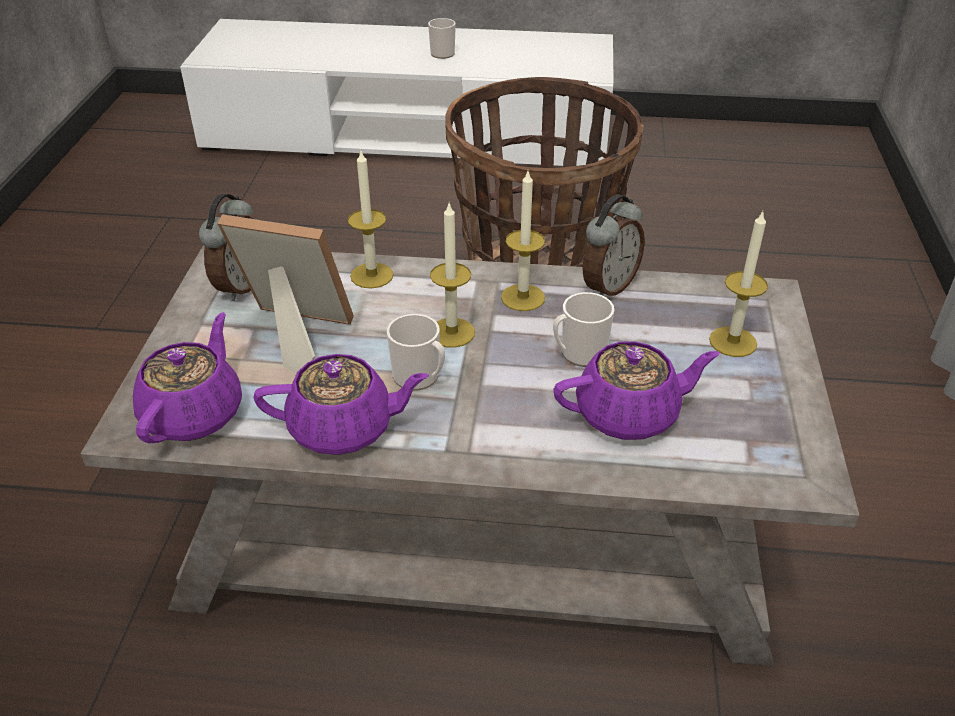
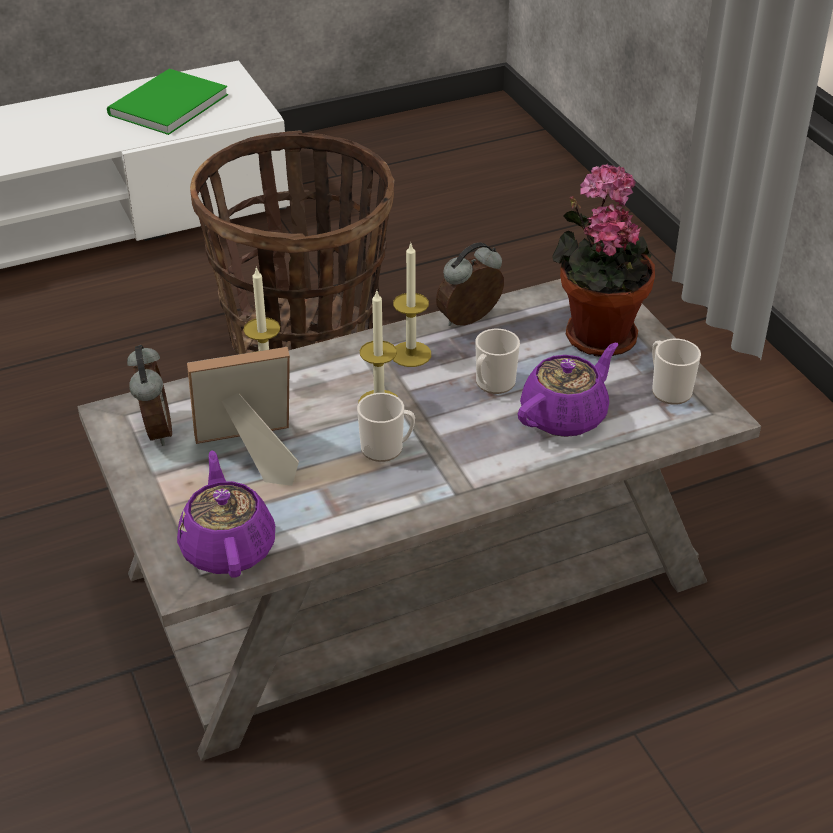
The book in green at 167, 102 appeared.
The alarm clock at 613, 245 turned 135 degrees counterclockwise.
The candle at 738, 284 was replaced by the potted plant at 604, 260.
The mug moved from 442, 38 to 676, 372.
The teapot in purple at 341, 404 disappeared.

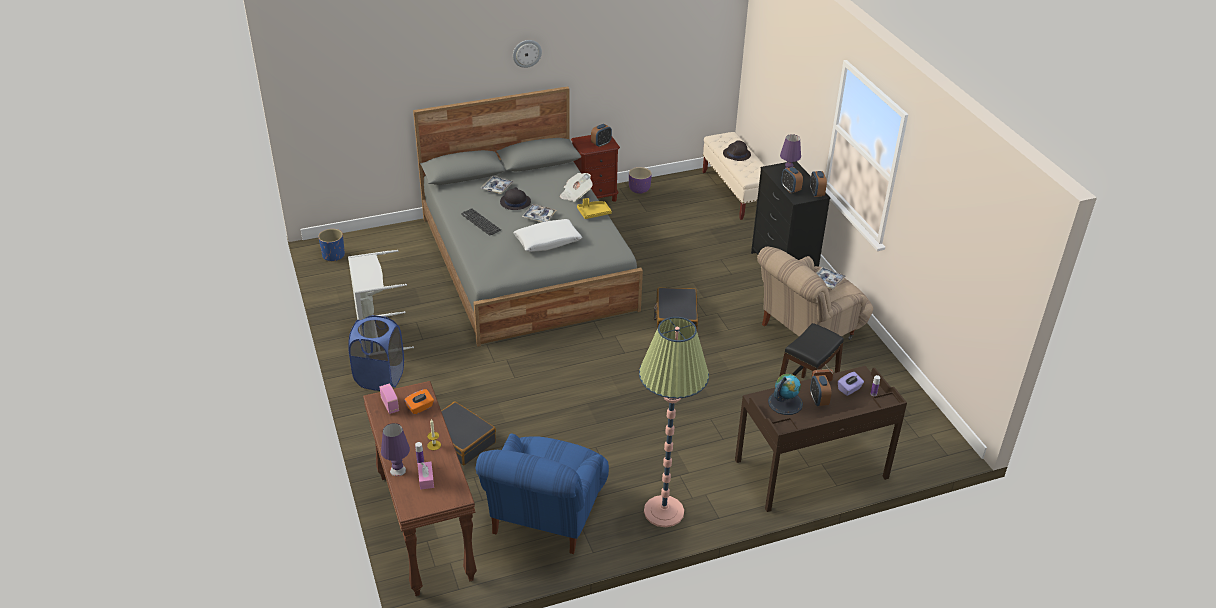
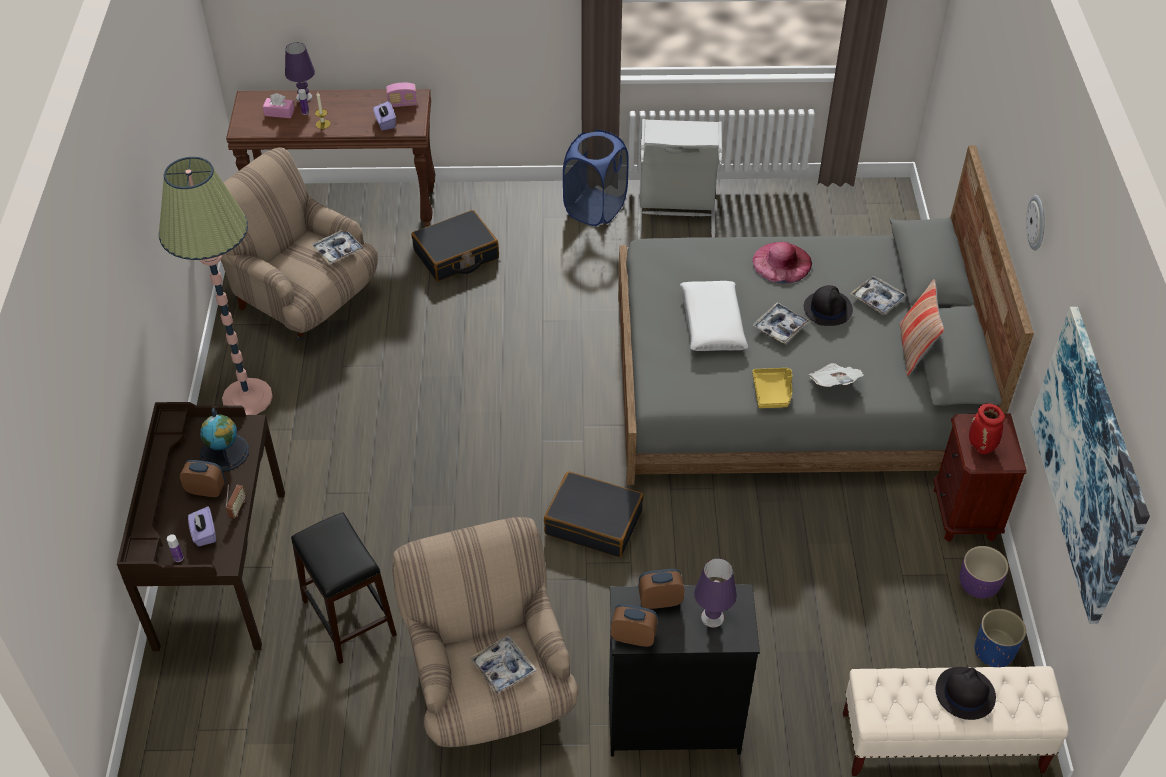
The armchair in blue at 542, 494 became the armchair in beige at 299, 244.
The tray at 338, 247 appeared.
The tissue box in orange at 419, 402 became the tissue box in purple at 384, 116.
The keyboard at 481, 222 was replaced by the hat in pink at 782, 263.
The pillow at 921, 327 appeared.
The alarm clock at 601, 135 was replaced by the vase in red at 987, 428.
The planter in blue moved from 331, 245 to 1000, 638.
The picture at 1090, 465 appeared.

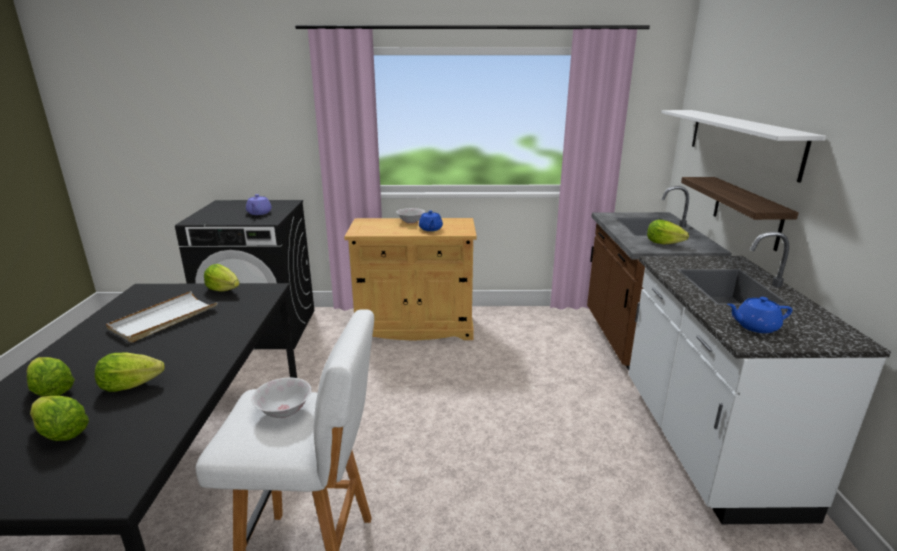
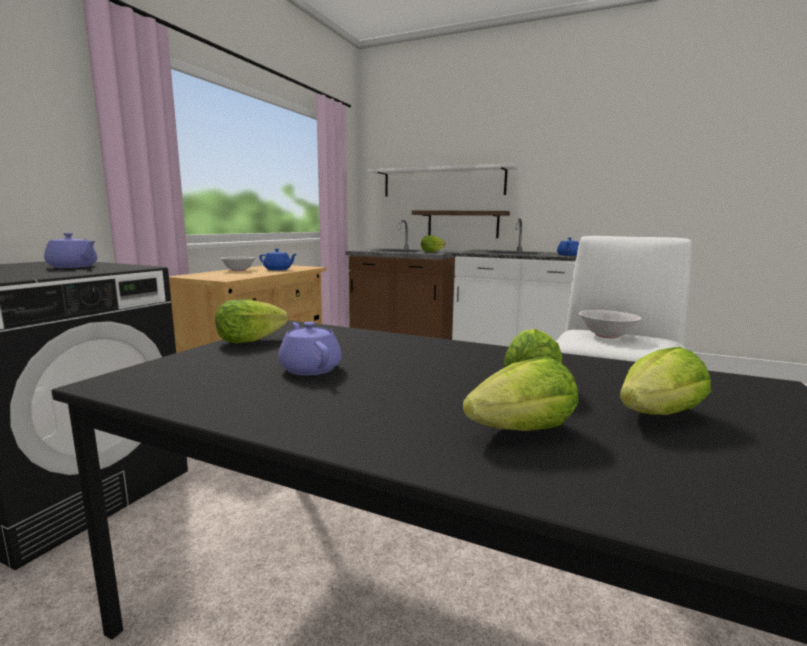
The tray in white at 162, 317 was replaced by the teapot in purple at 310, 348.

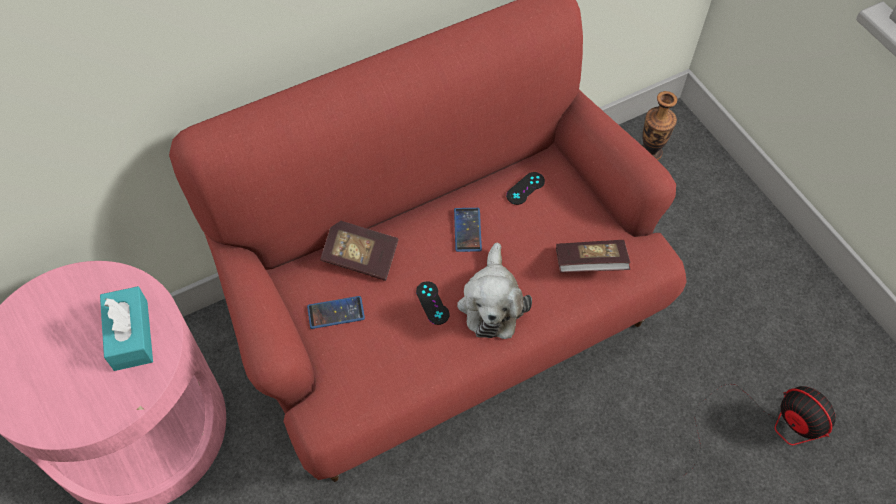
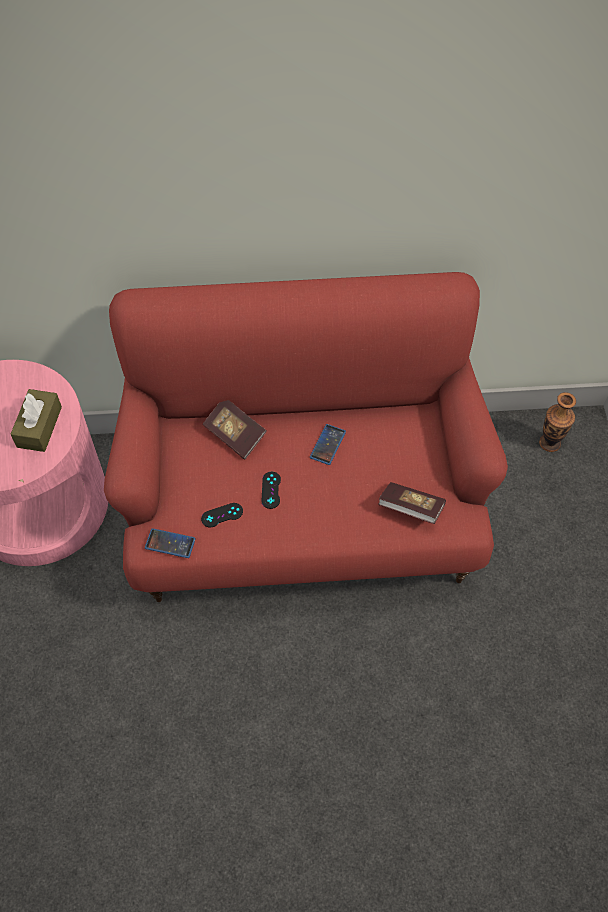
The tissue box in turquoise at 126, 328 became the tissue box in brown at 36, 420.
The phone moved from 336, 312 to 170, 543.
The game controller in black moved from 525, 188 to 222, 515.
The plush toy at 494, 290 disappeared.
The fan at 759, 430 disappeared.

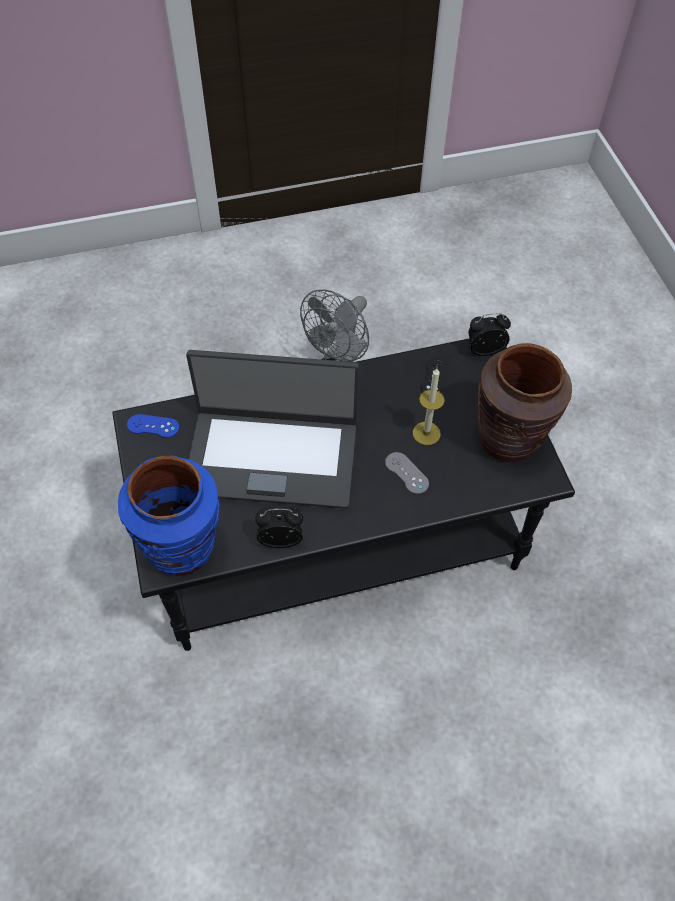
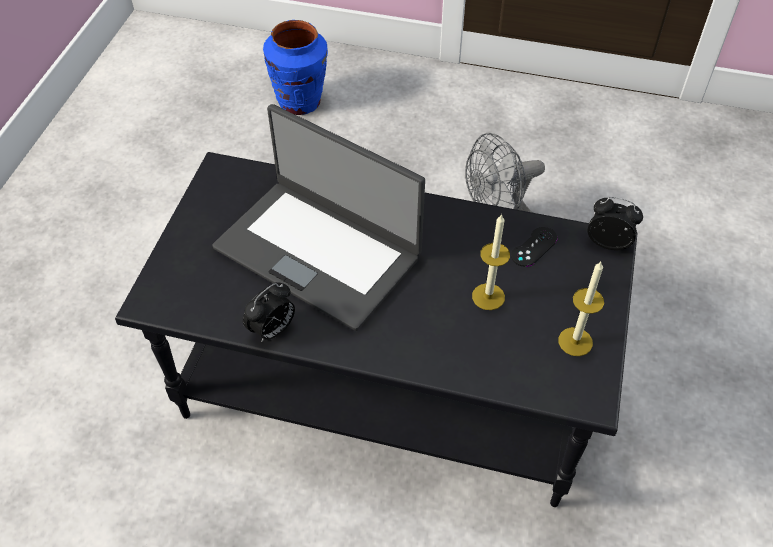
The alarm clock at 279, 528 turned 105 degrees clockwise.
The vase in blue moved from 168, 516 to 295, 67.
The vase in brown at 525, 402 was replaced by the candle at 581, 309.
The game controller in blue at 153, 426 disappeared.
The game controller in grey at 407, 473 disappeared.

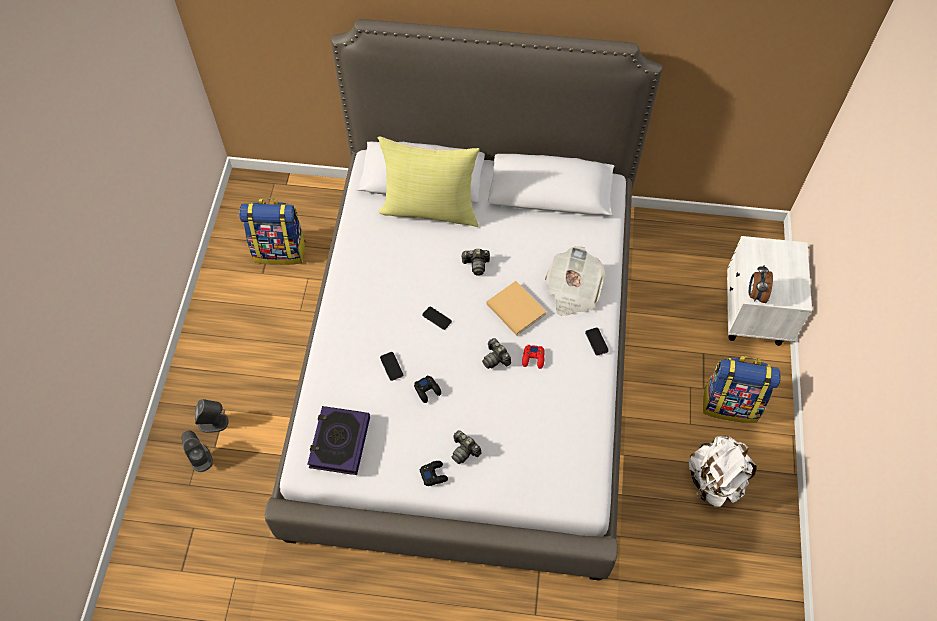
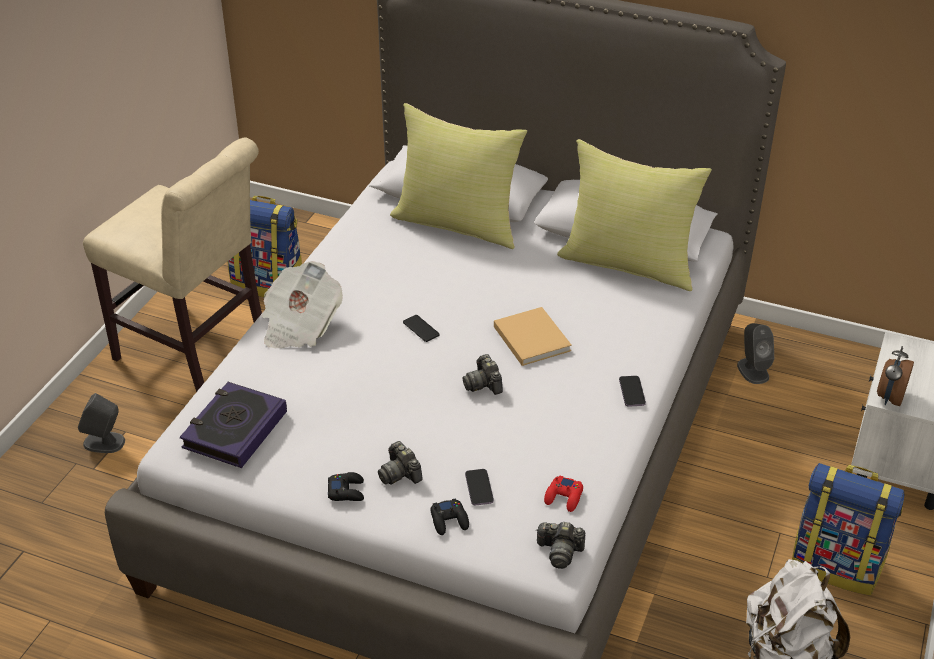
The chair in beige at 172, 264 appeared.
The newspaper moved from 575, 281 to 302, 304.
The game controller in black moved from 427, 389 to 450, 516.
The phone moved from 391, 366 to 479, 487.
The photo camera moved from 475, 262 to 560, 545.
The game controller in red moved from 533, 357 to 563, 494.
The pillow in yellow at 634, 215 appeared.
The speaker in grey moved from 197, 451 to 755, 353.

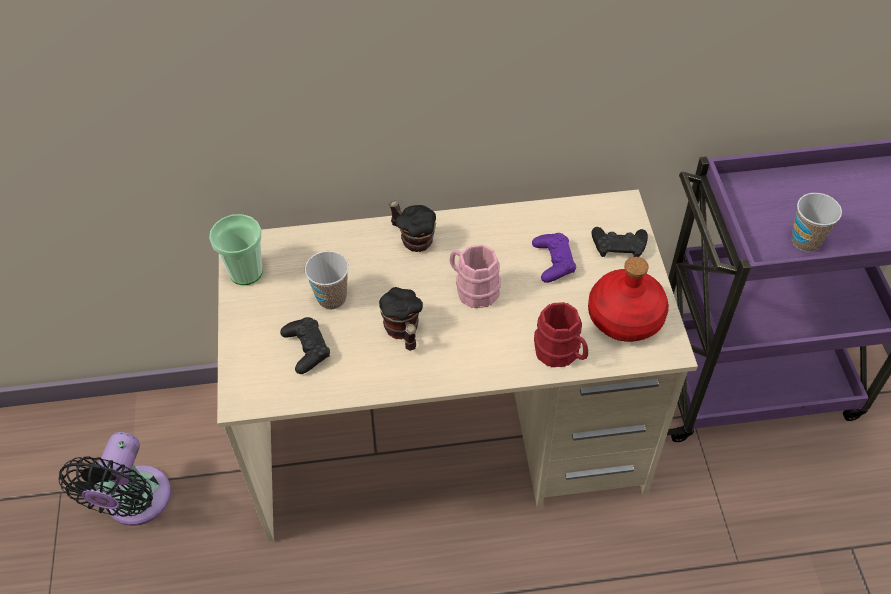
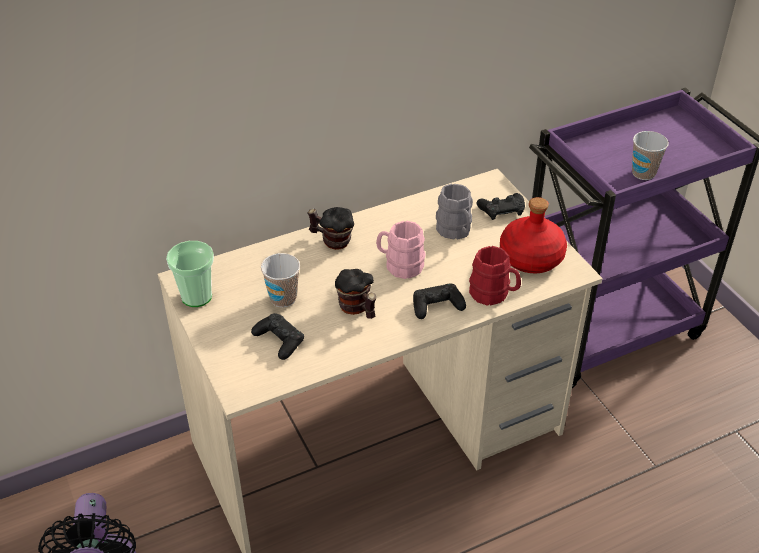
The game controller in black at 439, 301 appeared.
The game controller in purple at 554, 258 was replaced by the mug in grey at 454, 212.

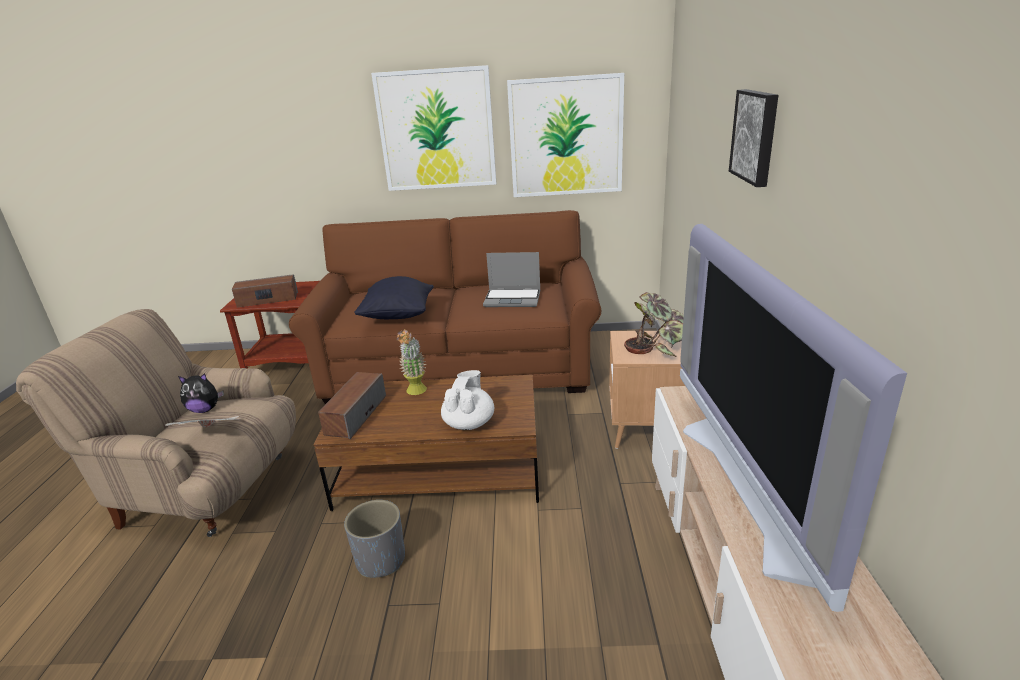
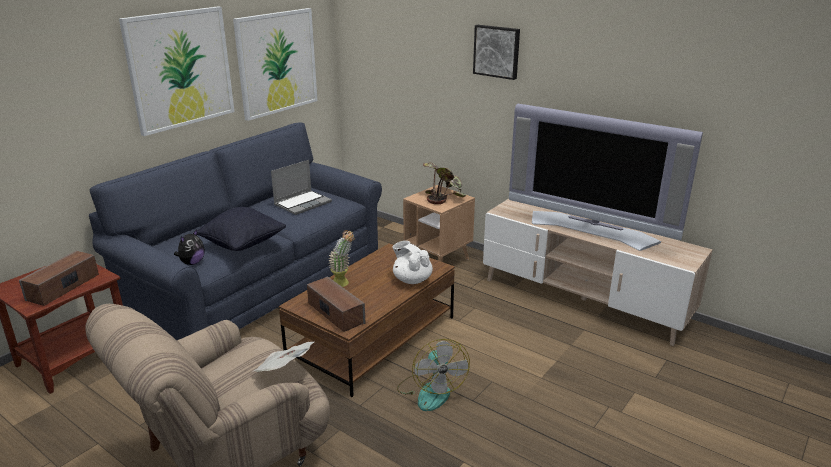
The sofa in brown at 445, 307 became the sofa in blue at 235, 231.
The plush toy moved from 201, 393 to 189, 247.
The planter in grey at 374, 539 was replaced by the fan at 433, 375.

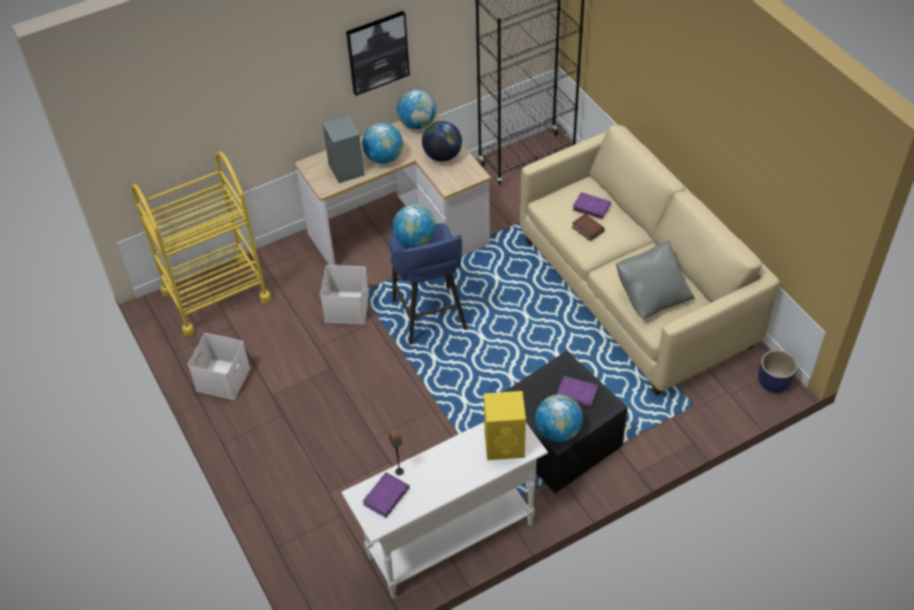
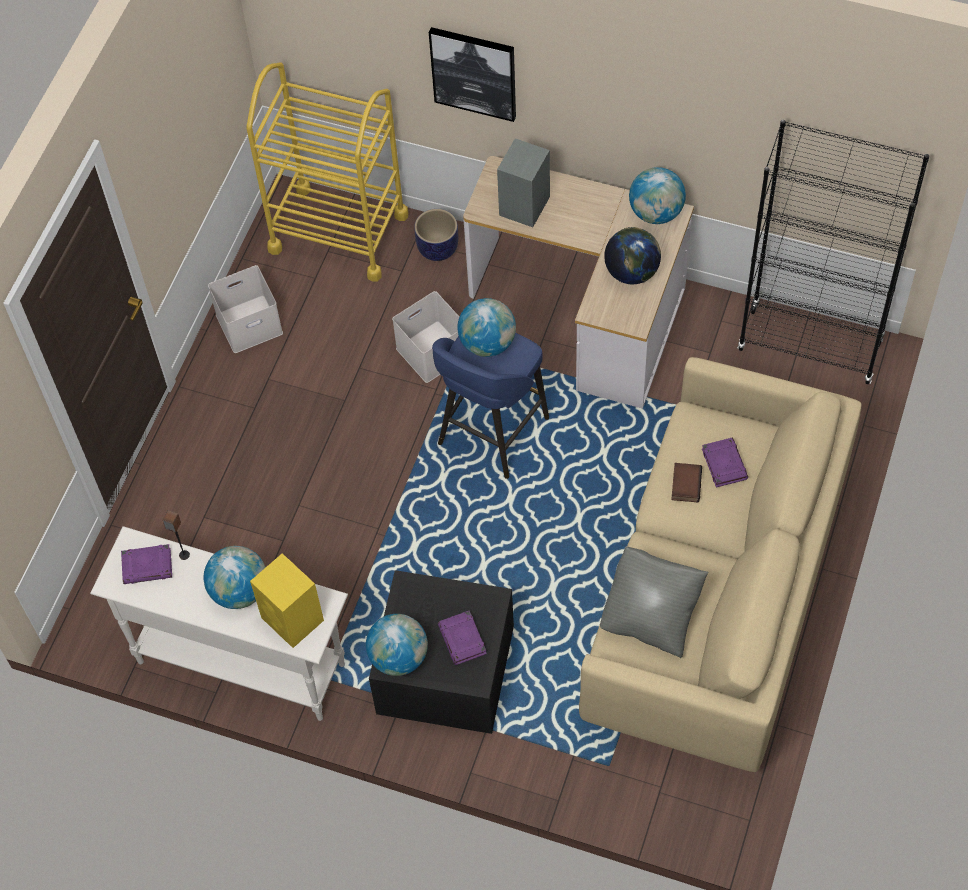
The globe moved from 382, 143 to 235, 577.
The planter moved from 778, 371 to 436, 235.
The picture moved from 378, 53 to 472, 74.

